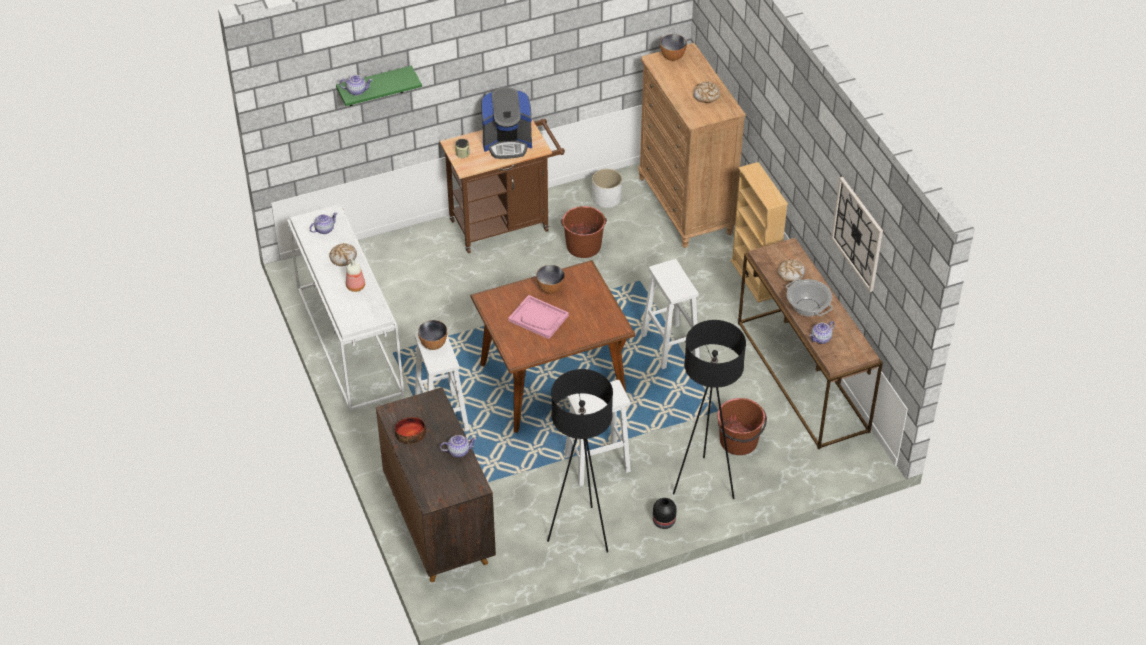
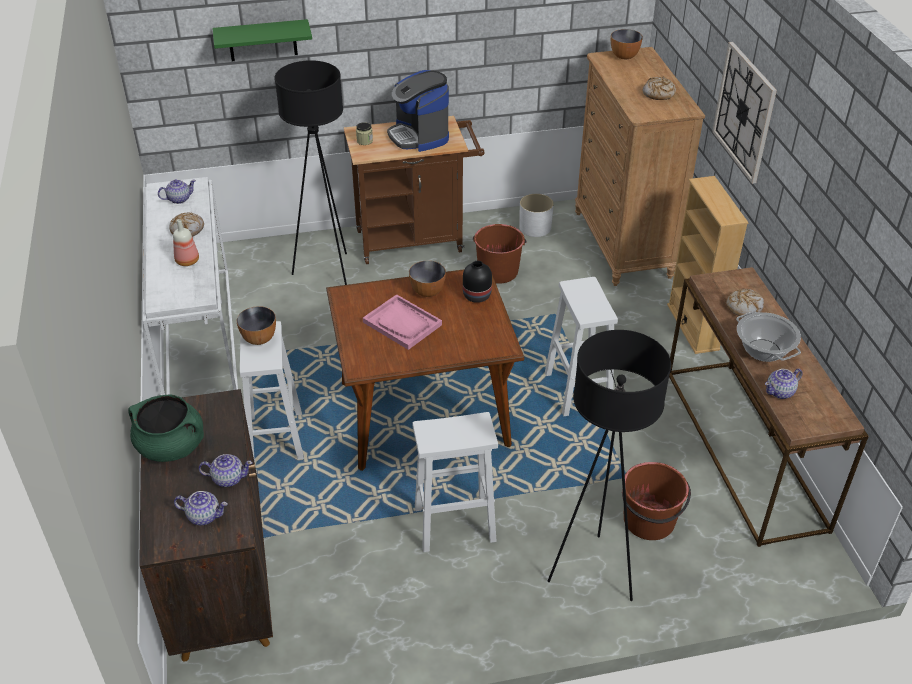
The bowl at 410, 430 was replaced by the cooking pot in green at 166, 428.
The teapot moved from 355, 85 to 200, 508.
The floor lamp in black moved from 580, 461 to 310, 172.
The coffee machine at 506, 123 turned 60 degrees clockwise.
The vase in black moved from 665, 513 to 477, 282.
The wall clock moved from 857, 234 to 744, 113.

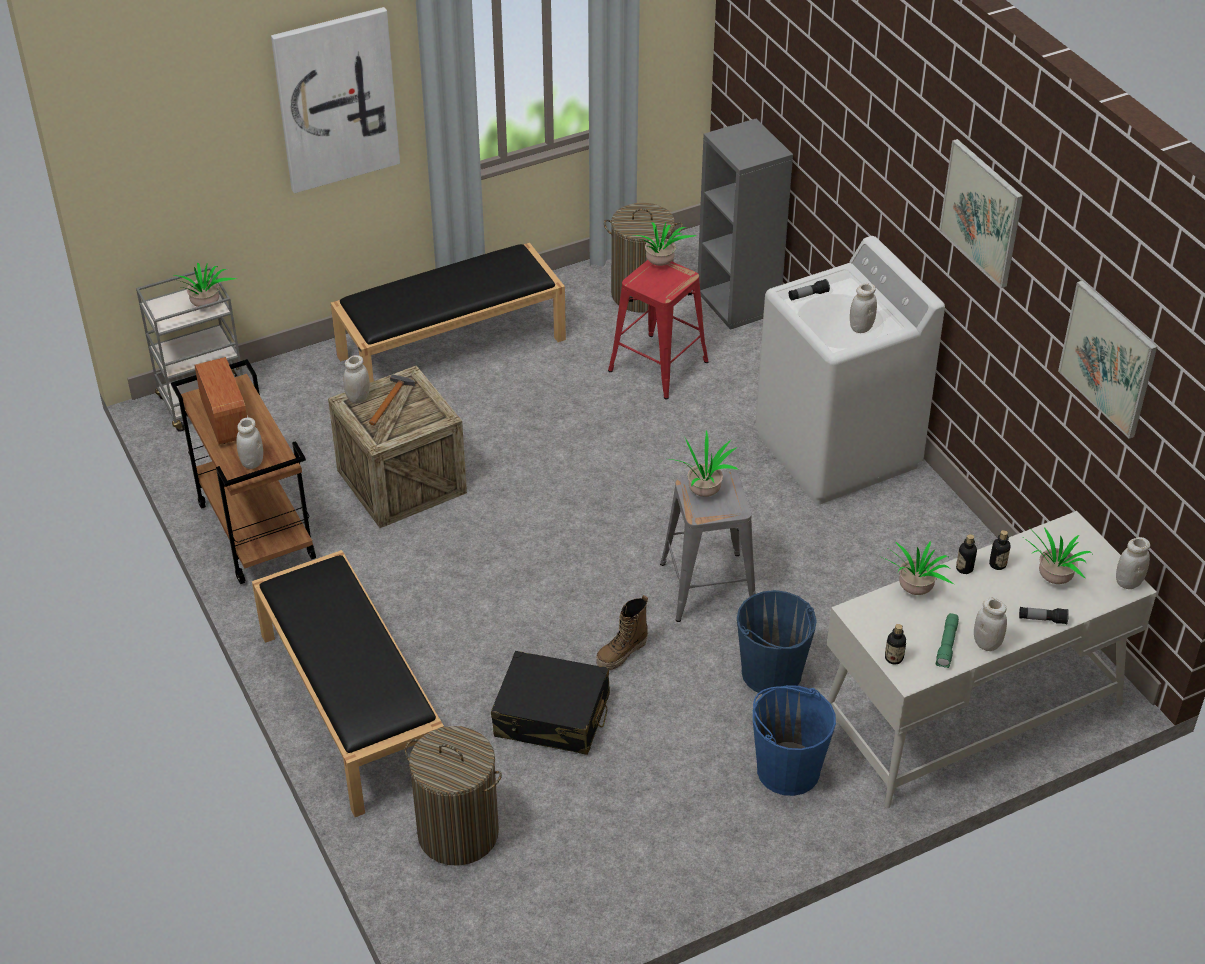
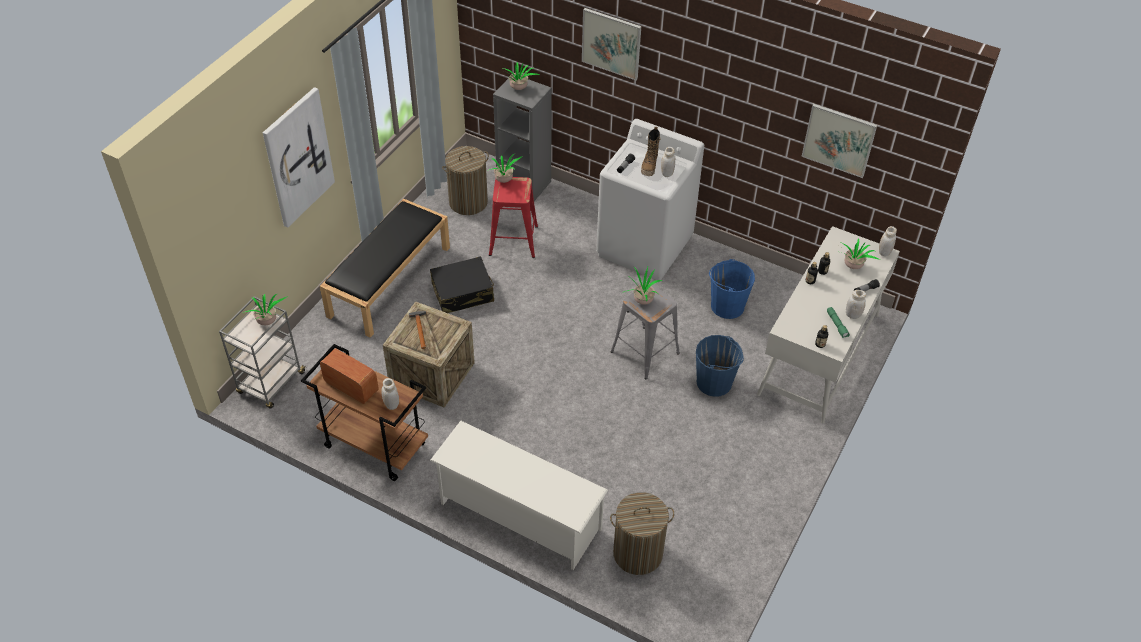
The suitcase in black moved from 550, 703 to 462, 284.
The bench in black at 348, 683 was replaced by the shoe rack in white at 519, 495.
The potted plant moved from 919, 568 to 521, 76.
The picture moved from 981, 213 to 611, 44.
The boot moved from 622, 632 to 651, 151.
The bucket in blue moved from 794, 740 to 732, 289.
The jar in white at 357, 379 disappeared.

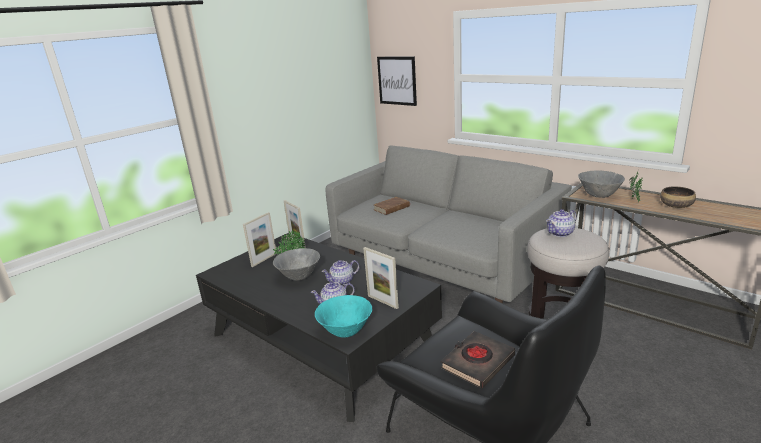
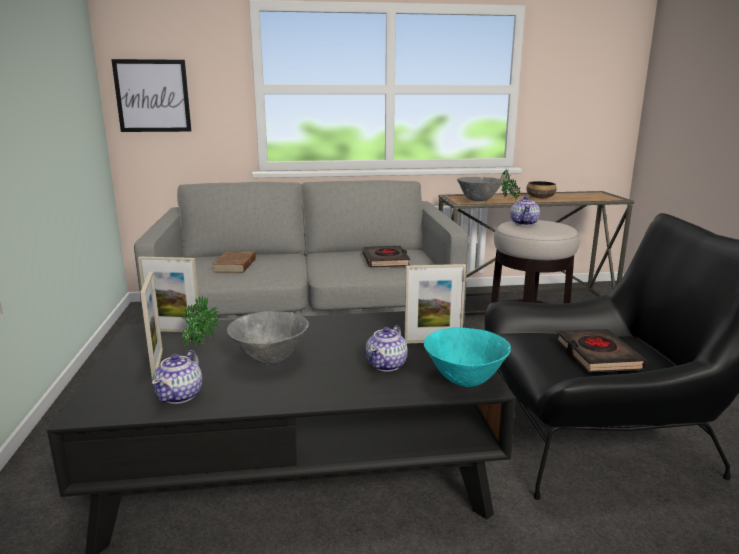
The teapot moved from 340, 272 to 177, 377.
The book in black at 386, 257 appeared.

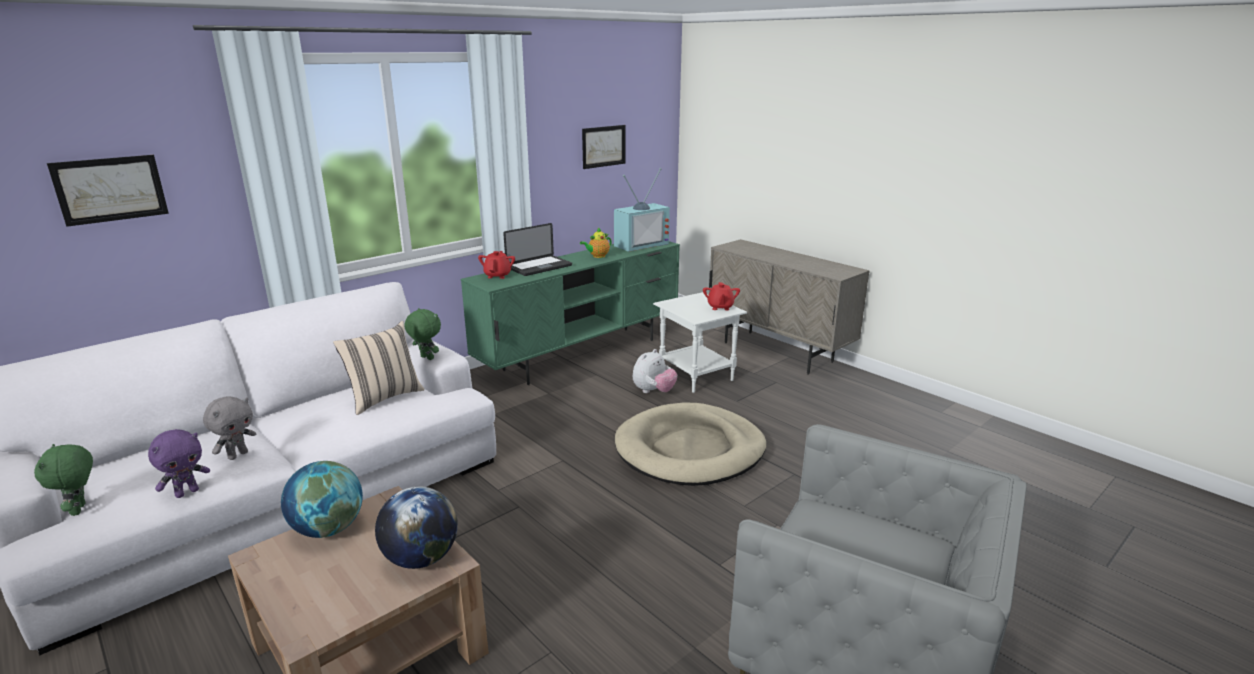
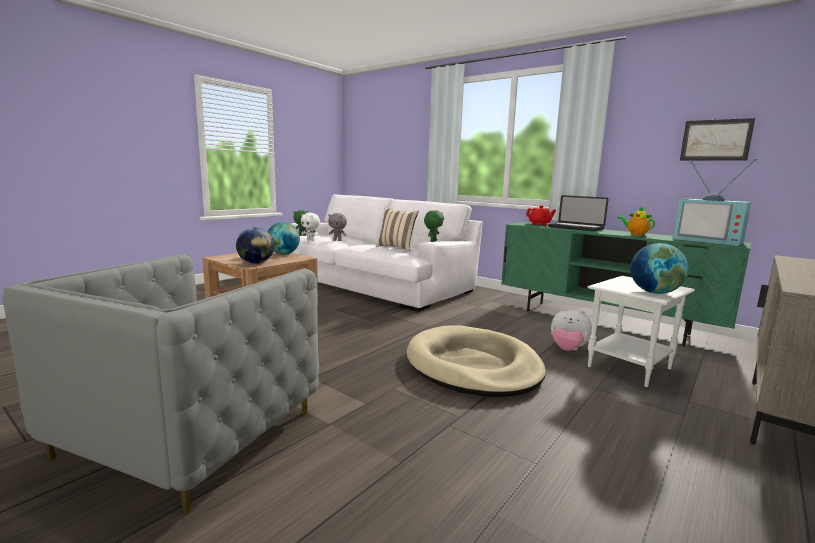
The plush toy in purple at 179, 463 became the plush toy in white at 310, 227.
The teapot in red at 721, 296 was replaced by the globe at 659, 268.
The picture at 108, 191 disappeared.

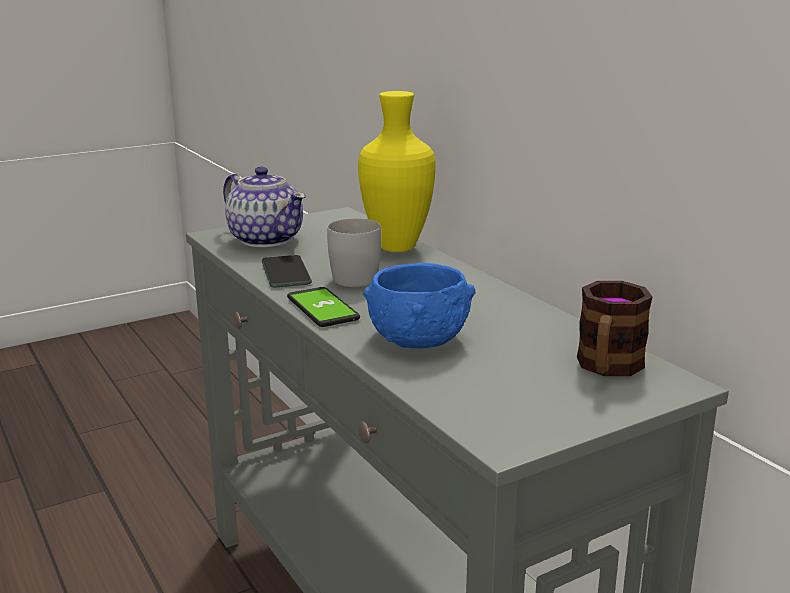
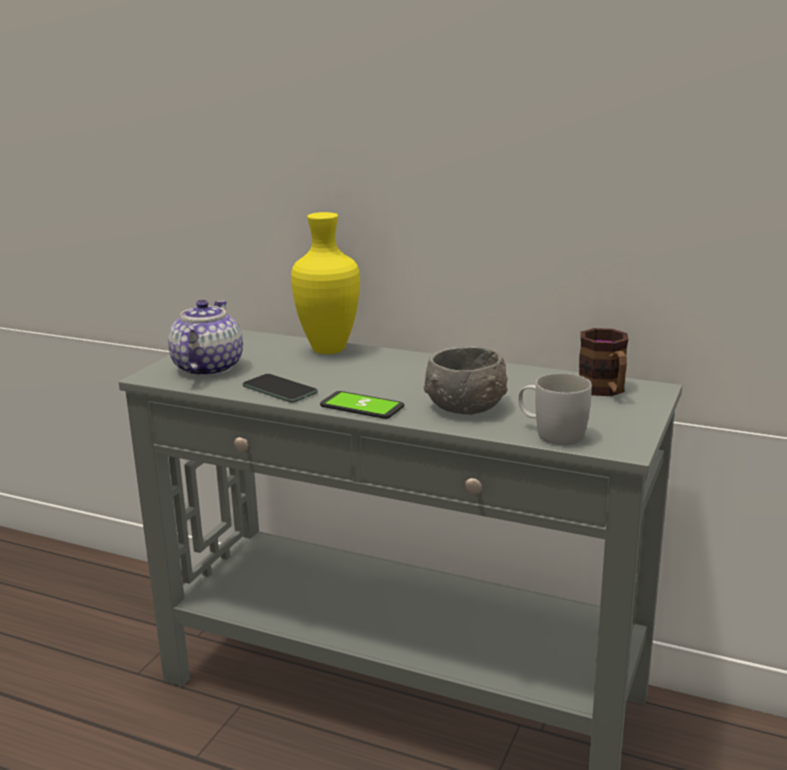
The teapot at 264, 207 turned 90 degrees counterclockwise.
The bowl in blue at 419, 305 became the bowl in grey at 466, 380.
The mug in white moved from 354, 252 to 555, 409.

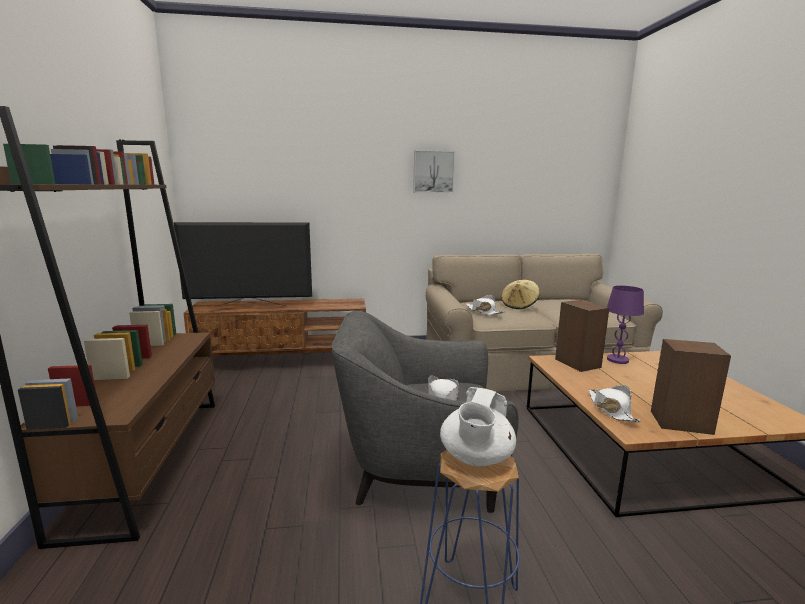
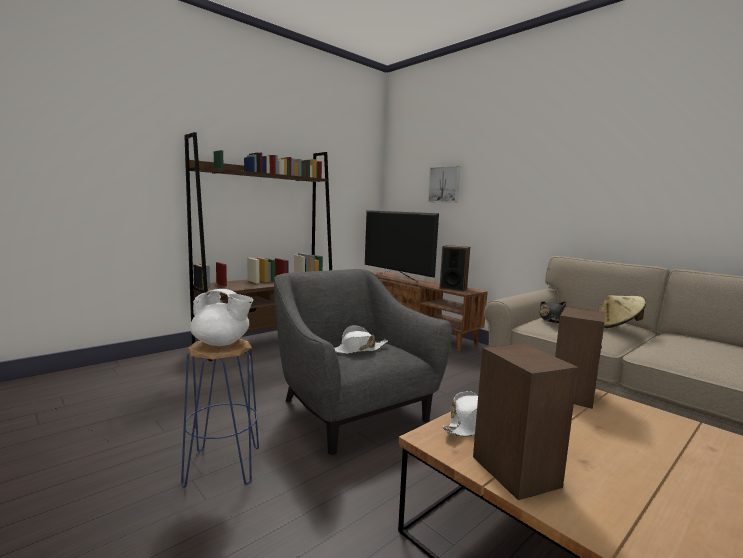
The teapot in white at 478, 426 turned 150 degrees counterclockwise.
The picture moved from 434, 171 to 444, 184.
The speaker at 454, 268 appeared.
The hat in white at 485, 305 became the hat in black at 553, 312.
The table lamp in purple at 625, 325 disappeared.

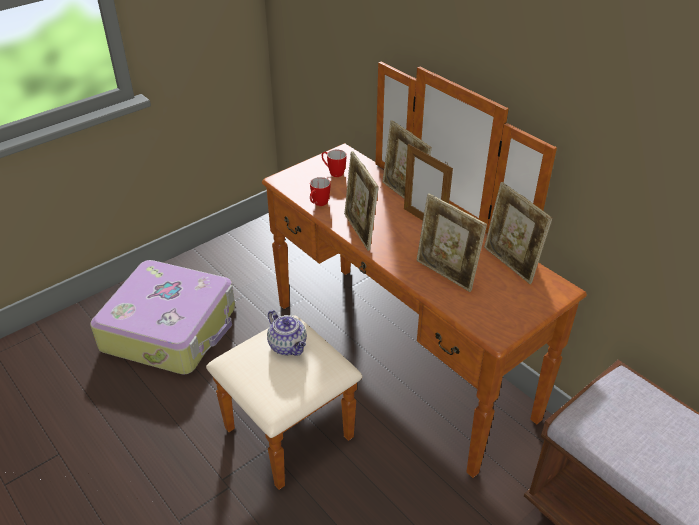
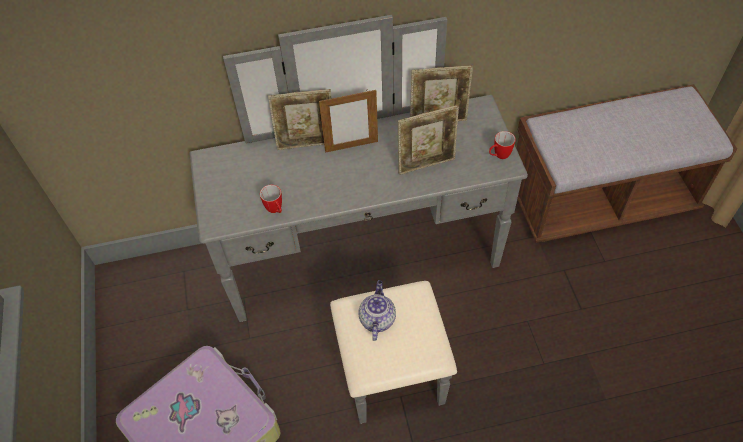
The dresser in brown at 396, 276 became the dresser in grey at 358, 219.
The teapot at 287, 333 turned 75 degrees counterclockwise.
The mug moved from 334, 163 to 502, 145.
The picture frame at 361, 201 disappeared.

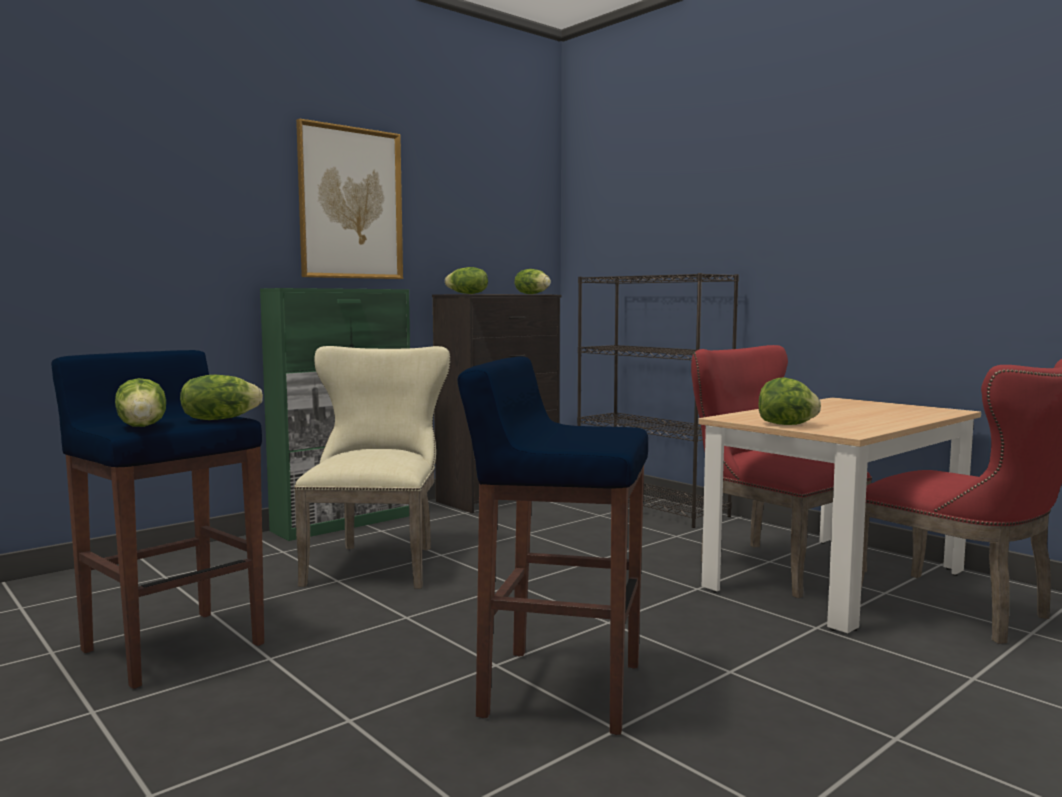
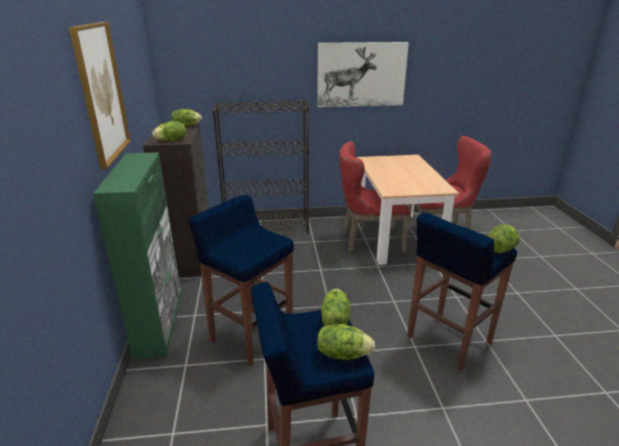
The chair in beige at 372, 467 was replaced by the stool in blue at 241, 280.
The picture at 363, 74 appeared.
The lettuce moved from 790, 401 to 504, 238.

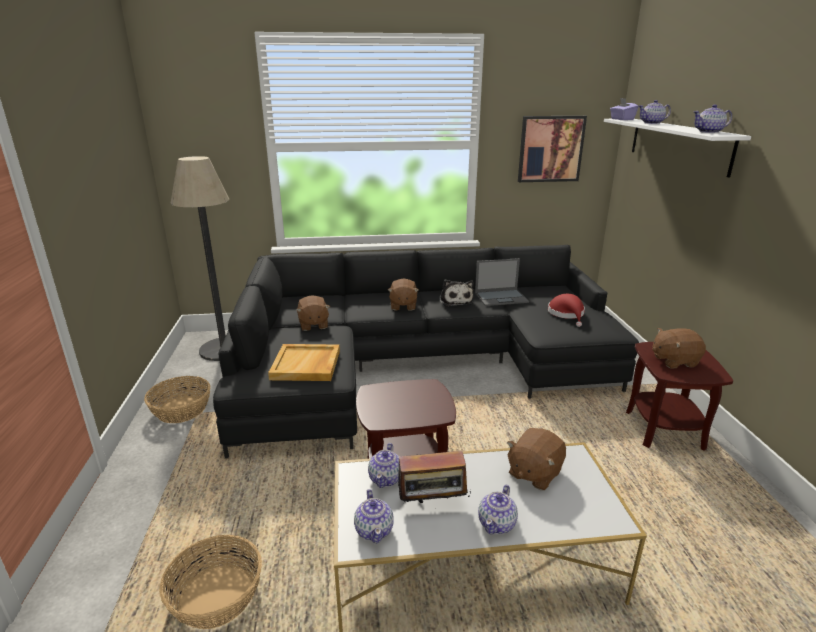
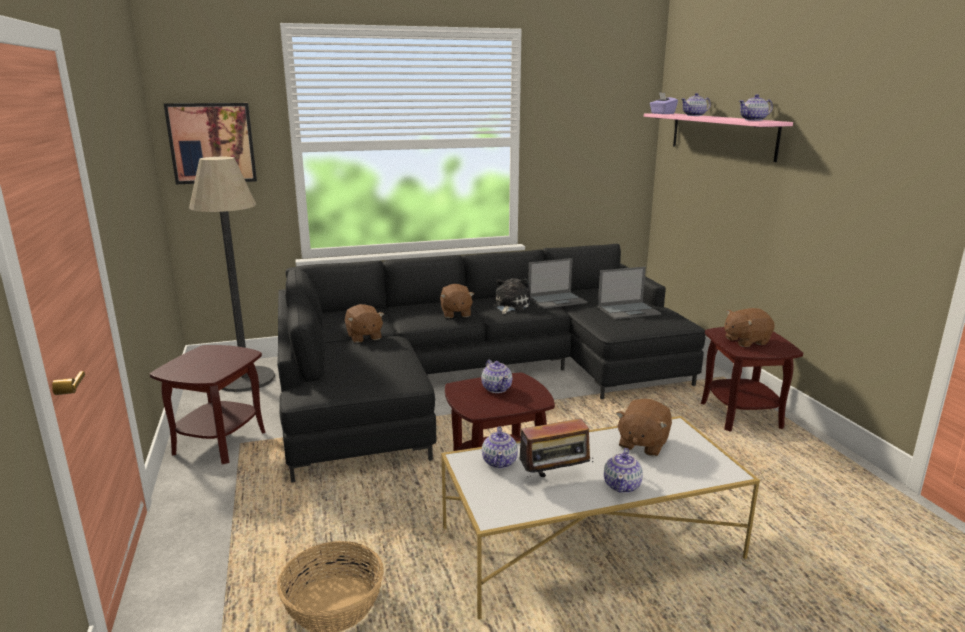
The basket at 177, 399 was replaced by the side table in brown at 208, 404.
The picture moved from 552, 149 to 210, 143.
The teapot moved from 373, 516 to 496, 376.
The plush toy at 456, 293 turned 135 degrees counterclockwise.
The hat in red at 566, 310 was replaced by the laptop at 629, 293.
The shelf in white at 677, 148 became the shelf in pink at 718, 137.
The tray in beige at 304, 362 disappeared.

